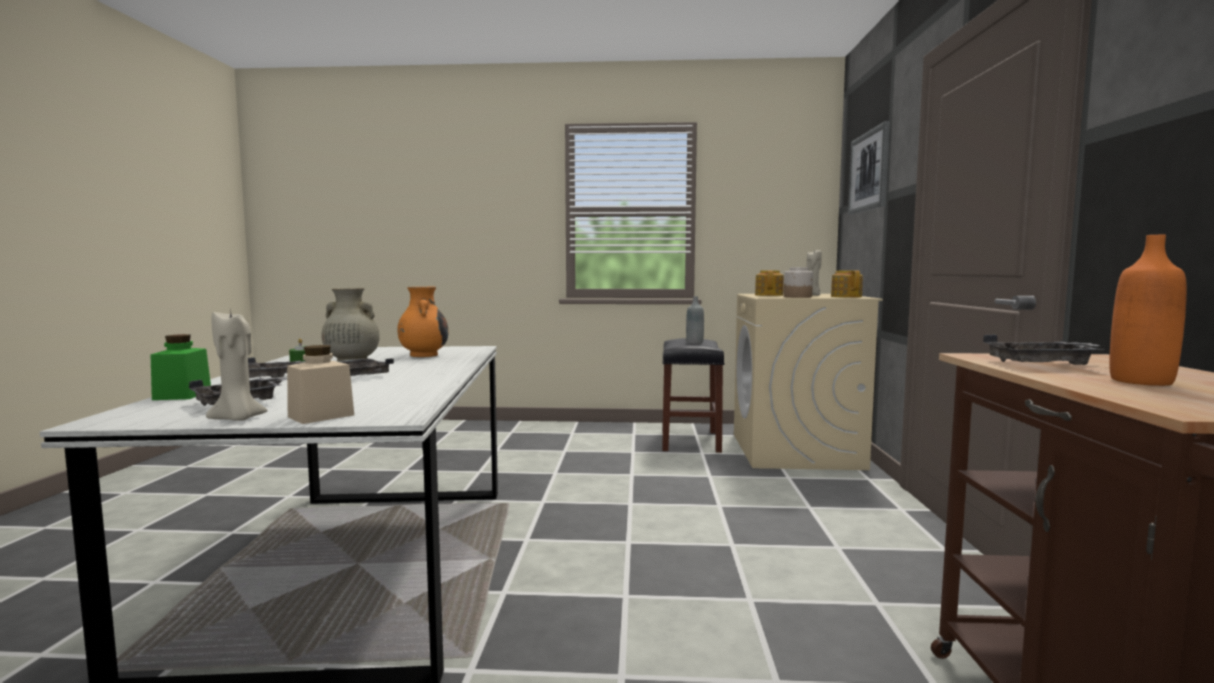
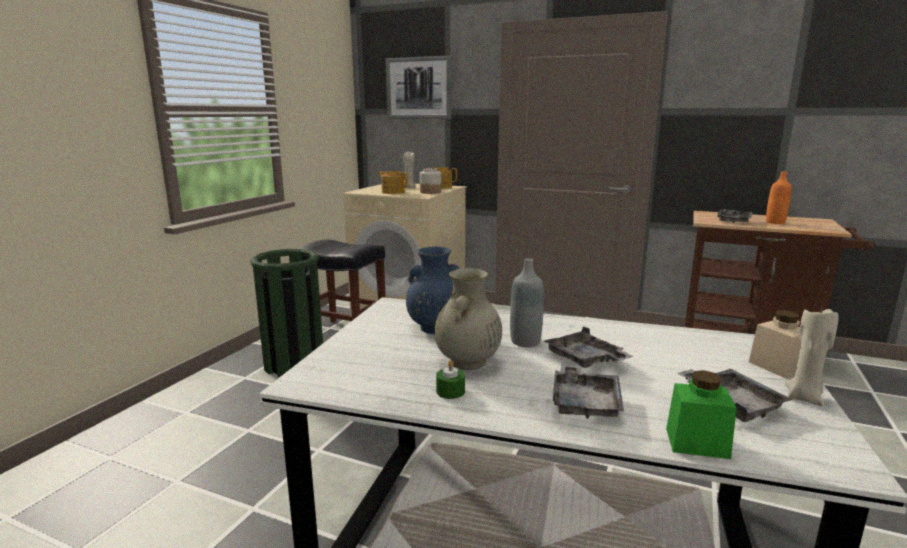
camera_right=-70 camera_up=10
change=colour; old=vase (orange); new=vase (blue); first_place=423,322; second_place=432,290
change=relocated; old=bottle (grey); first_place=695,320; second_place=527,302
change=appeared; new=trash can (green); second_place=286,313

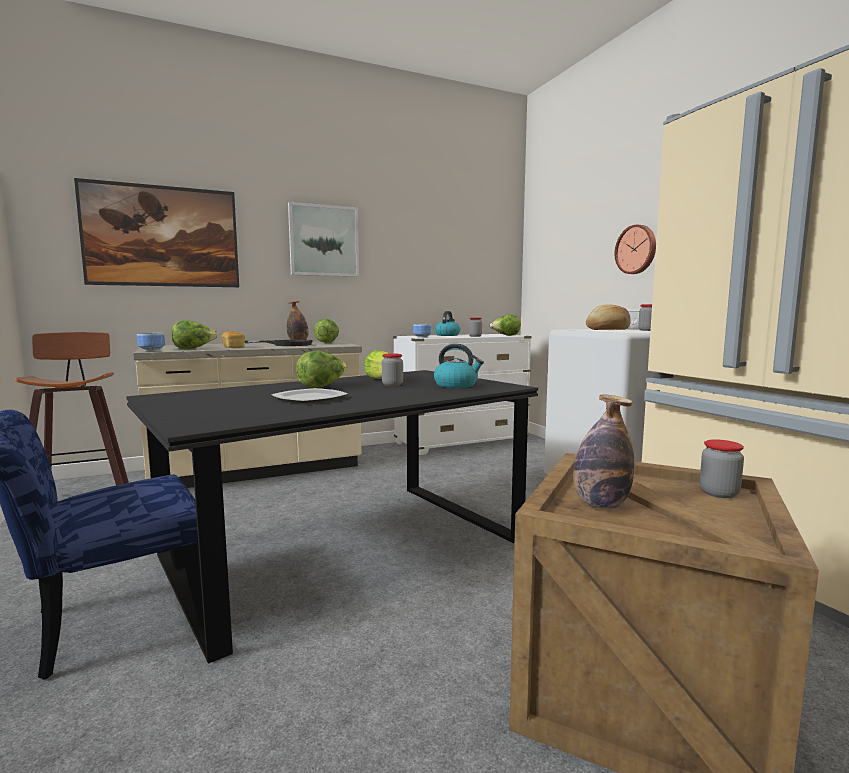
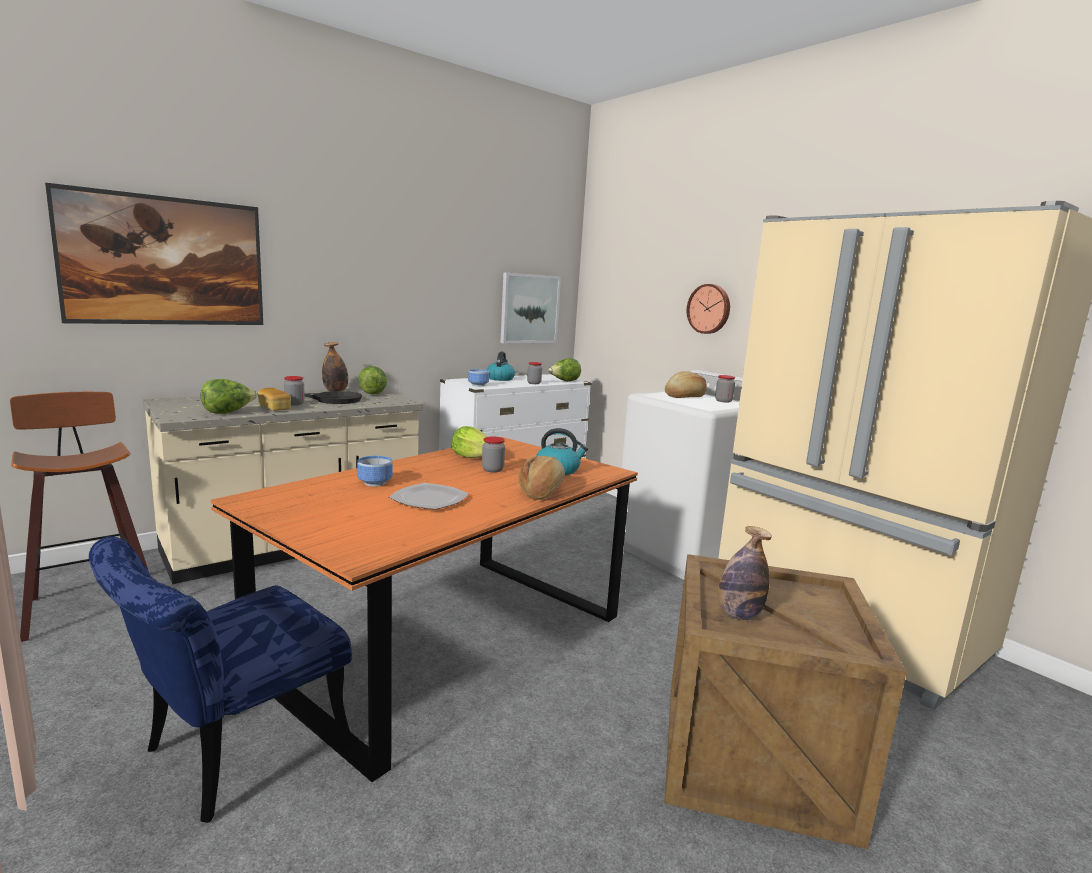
camera_right=-15 camera_up=5
change=colour; old=dining table (black); new=dining table (orange); first_place=332,517; second_place=424,609
change=relocated; old=bowl; first_place=151,342; second_place=375,471
change=relocated; old=picture; first_place=323,239; second_place=530,307
change=missing; old=lettuce; first_place=322,369
change=relocated; old=jar; first_place=722,468; second_place=294,390
change=appeared; new=bread; second_place=541,478

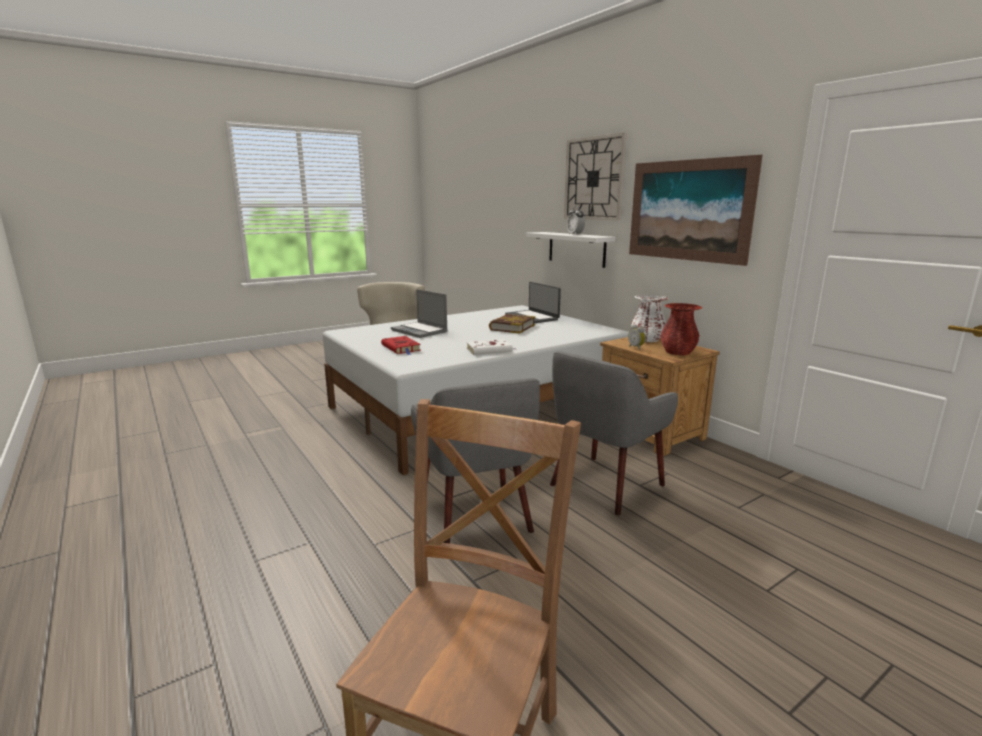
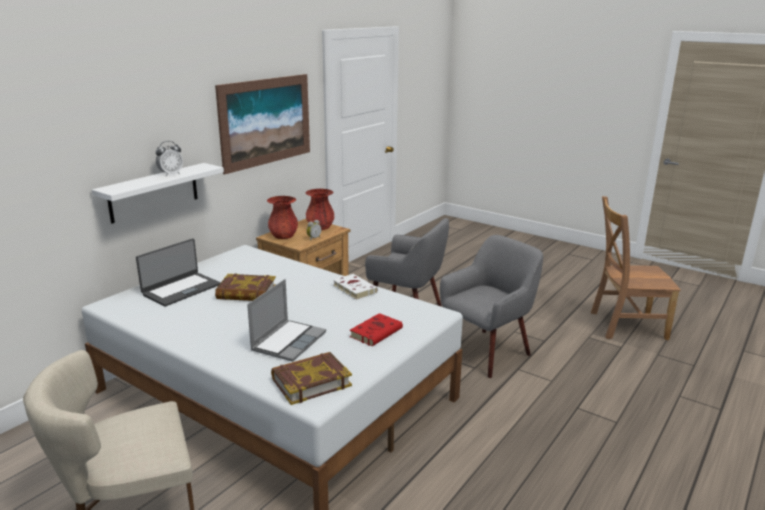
camera_right=-110 camera_up=5
change=missing; old=wall clock; first_place=595,176
change=colour; old=vase (white); new=vase (red); first_place=649,318; second_place=282,217
change=appeared; new=book; second_place=311,378

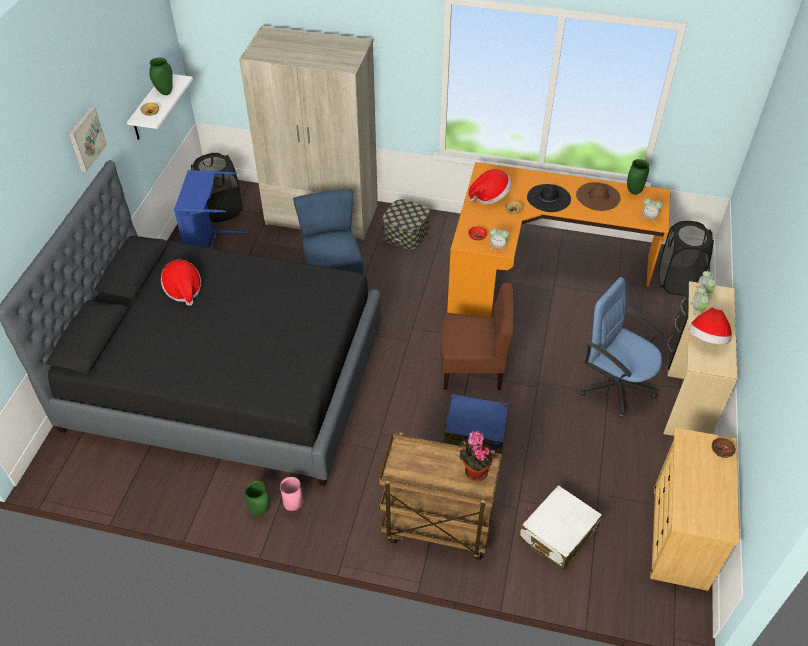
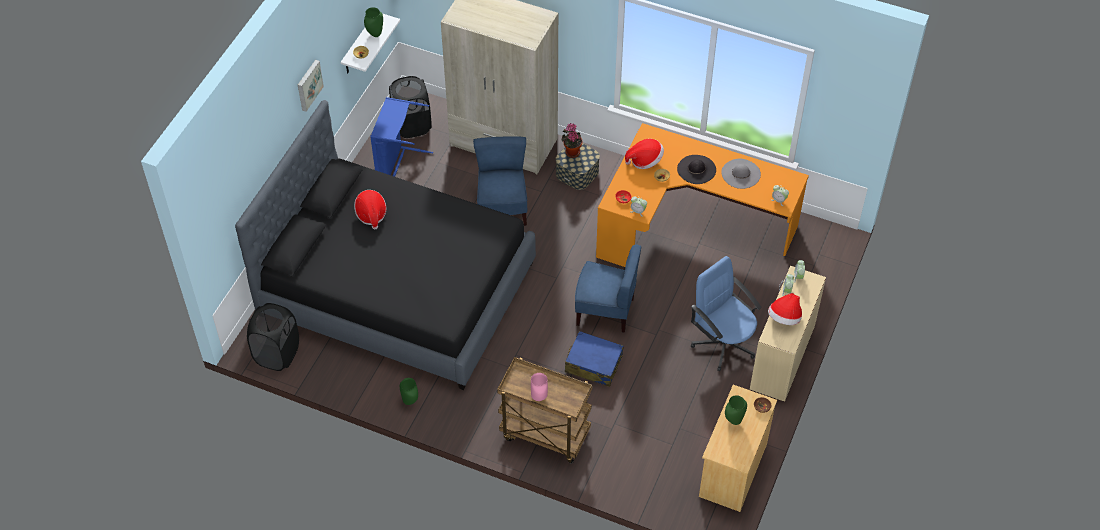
camera_right=10 camera_up=5
change=relocated; old=vase (pink); first_place=291,494; second_place=539,387
change=colour; old=chair (brown); new=chair (blue); first_place=478,335; second_place=608,288
change=relocated; old=potted plant; first_place=476,456; second_place=571,140
change=missing; old=suitcase (white); first_place=560,527
change=colour; old=hat (brown); new=hat (grey); first_place=598,196; second_place=741,174
change=relocated; old=vase (green); first_place=638,177; second_place=736,410
change=relocated; old=laundry basket (black); first_place=686,258; second_place=273,337

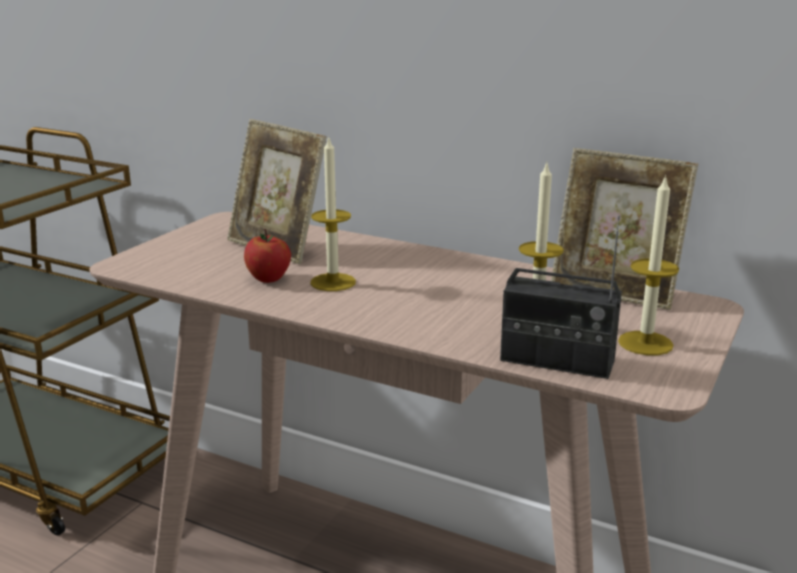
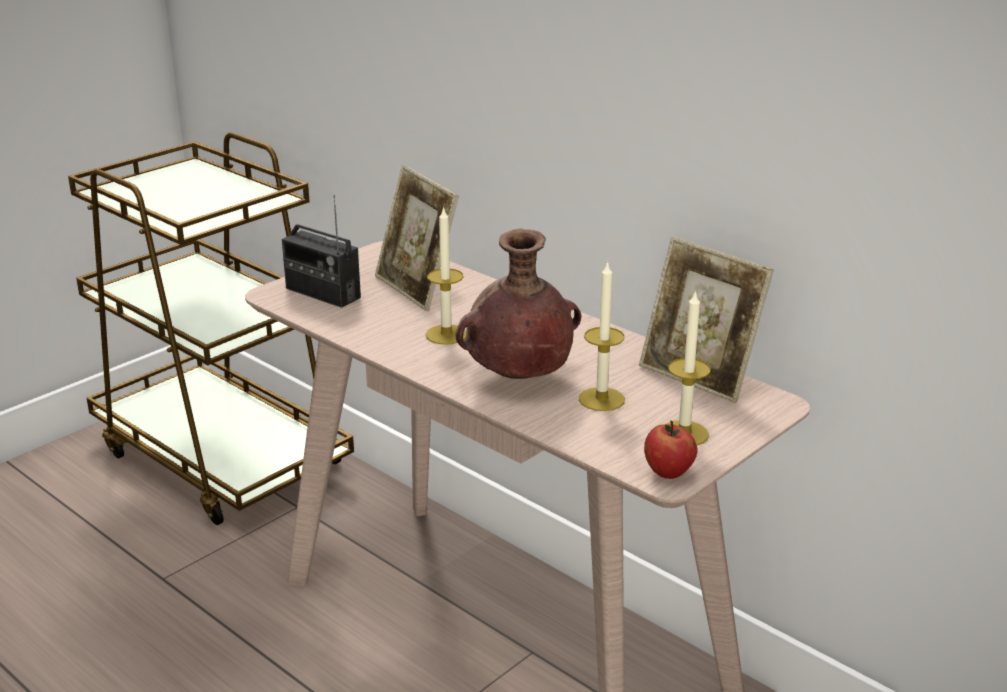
camera_right=15 camera_up=5
change=relocated; old=apple; first_place=267,256; second_place=671,449
change=relocated; old=radio; first_place=561,297; second_place=321,251
change=appeared; new=vase (brown); second_place=518,304

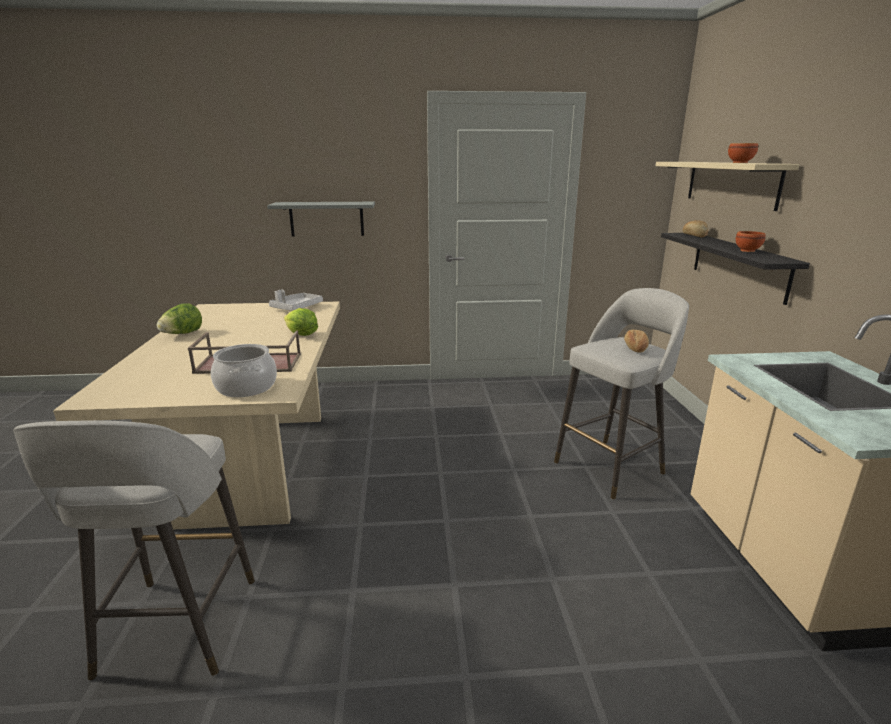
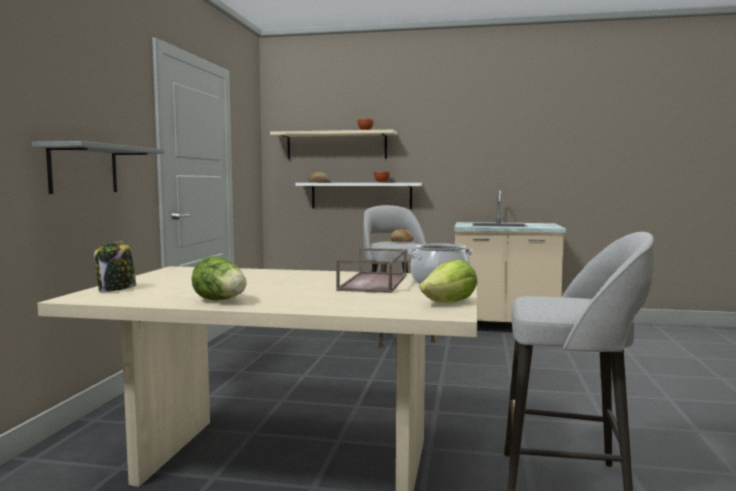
camera_right=-75 camera_up=-15
change=missing; old=tray (grey); first_place=296,300
change=relocated; old=lettuce; first_place=301,322; second_place=449,281
change=colour; old=shelf (black); new=shelf (white); first_place=735,269; second_place=358,196
change=appeared; new=jar; second_place=115,266

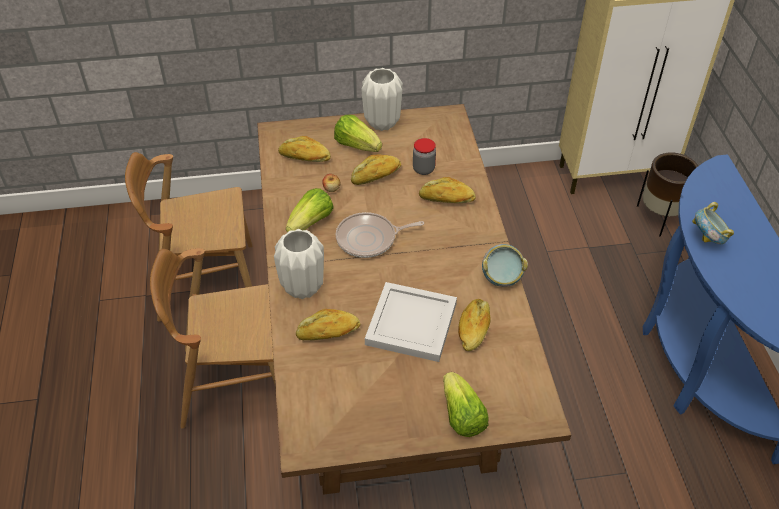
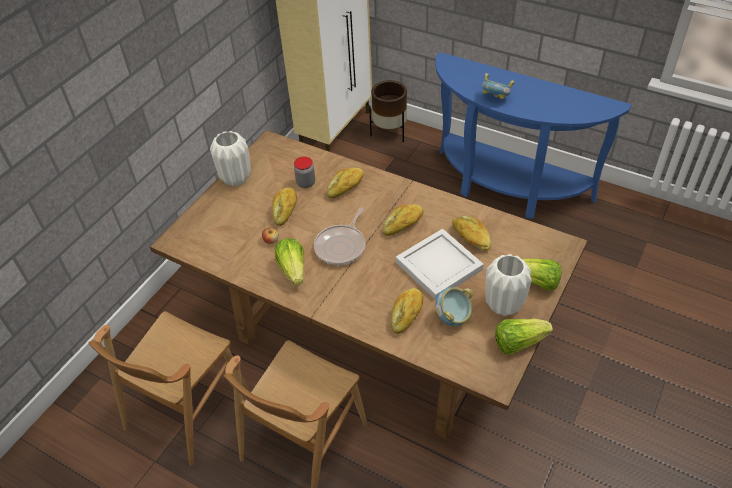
camera_right=-50 camera_up=0
change=relocated; old=vase (white); first_place=299,264; second_place=508,285
change=relocated; old=bread; first_place=304,149; second_place=403,220
change=relocated; old=lettuce; first_place=358,133; second_place=524,336
change=relocated; old=bowl; first_place=505,265; second_place=454,306

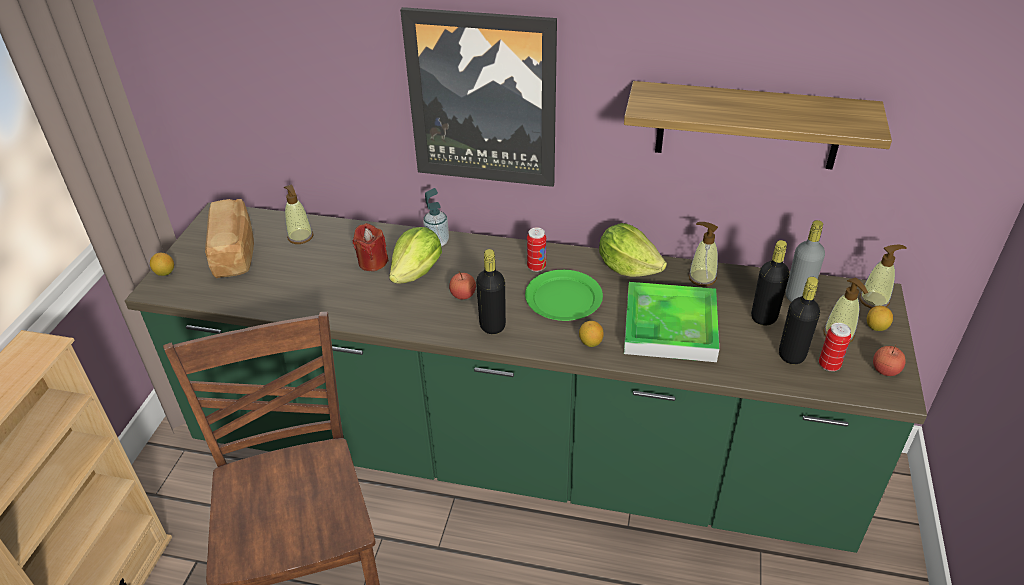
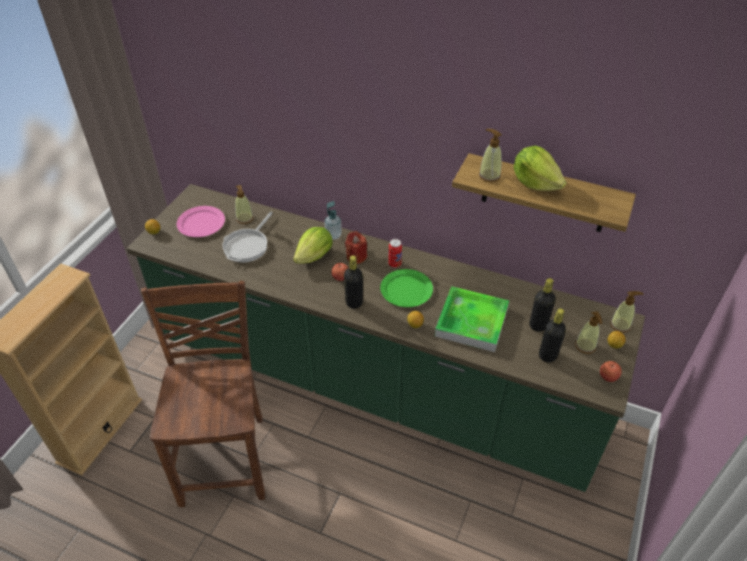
camera_right=10 camera_up=5
change=exchanged; old=bread; new=plate (pink); first_place=229,238; second_place=201,221
change=relocated; old=candle (red); first_place=371,247; second_place=356,247
change=missing; old=picture; first_place=478,97
change=relocated; old=lettuce; first_place=633,250; second_place=540,168
change=relocated; old=soap dispenser; first_place=703,254; second_place=490,155
change=missing; old=bottle (grey); first_place=805,261
change=missing; old=can; first_place=835,347
change=appeared; new=frying pan; second_place=247,237

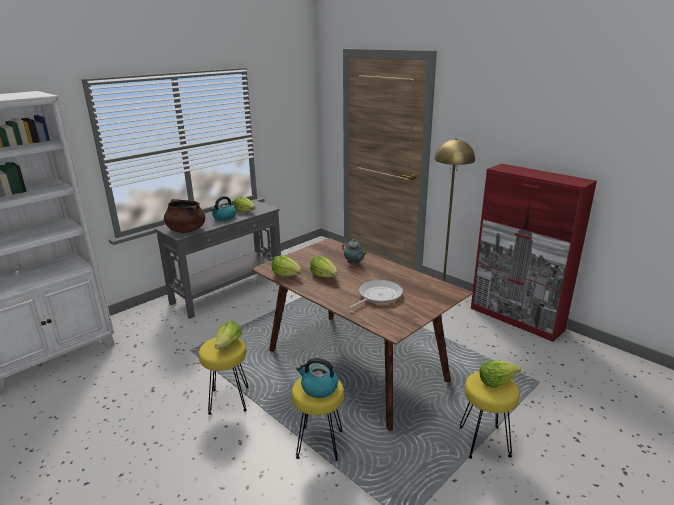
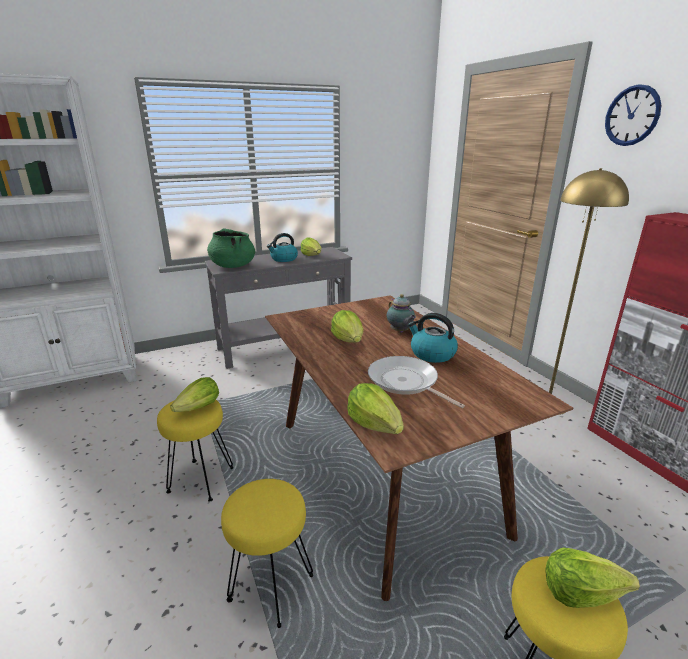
camera_right=20 camera_up=0
change=colour; old=cooking pot (brown); new=cooking pot (green); first_place=184,216; second_place=231,248
change=relocated; old=lettuce; first_place=287,265; second_place=375,408
change=relocated; old=kettle; first_place=317,378; second_place=433,338
change=spun; old=frying pan; first_place=375,295; second_place=416,382; degrees=-105
change=appeared; new=wall clock; second_place=633,115

